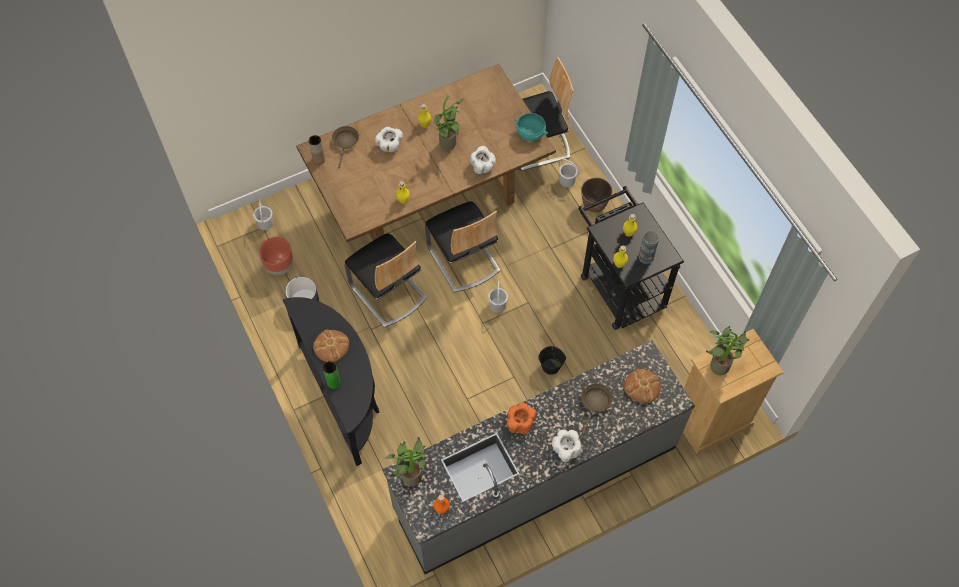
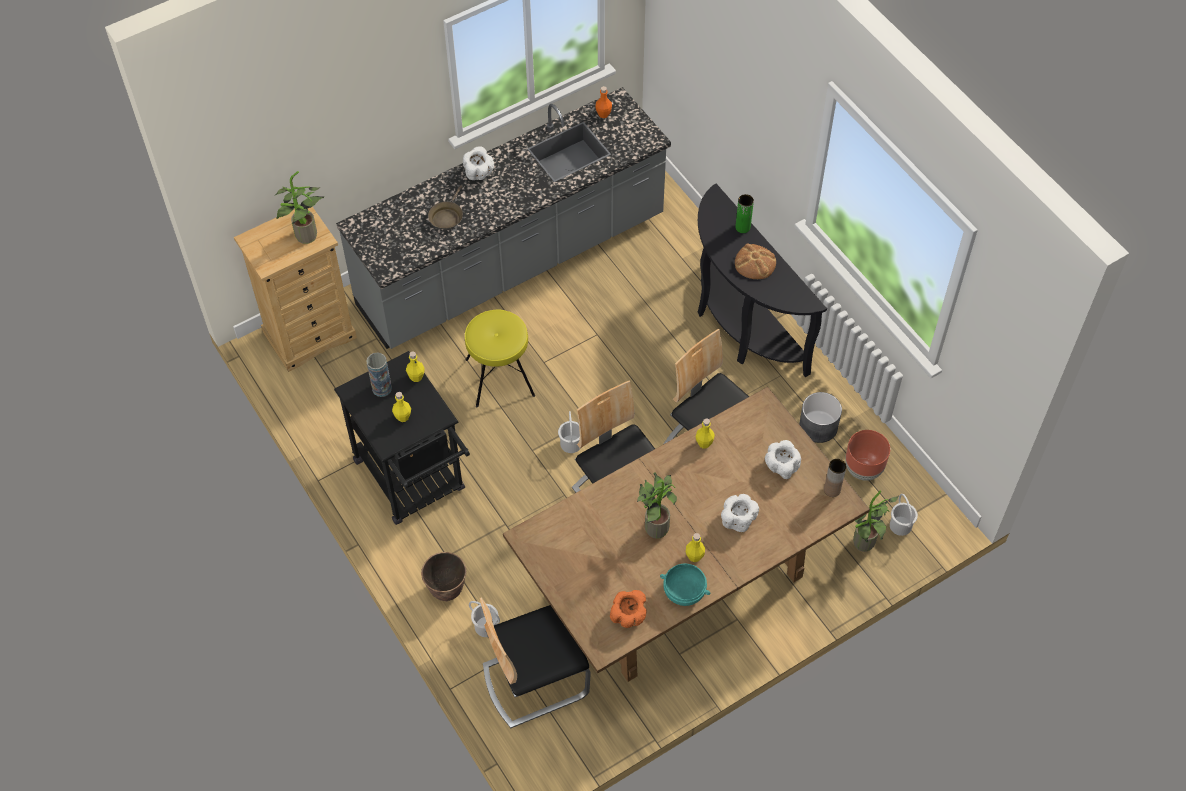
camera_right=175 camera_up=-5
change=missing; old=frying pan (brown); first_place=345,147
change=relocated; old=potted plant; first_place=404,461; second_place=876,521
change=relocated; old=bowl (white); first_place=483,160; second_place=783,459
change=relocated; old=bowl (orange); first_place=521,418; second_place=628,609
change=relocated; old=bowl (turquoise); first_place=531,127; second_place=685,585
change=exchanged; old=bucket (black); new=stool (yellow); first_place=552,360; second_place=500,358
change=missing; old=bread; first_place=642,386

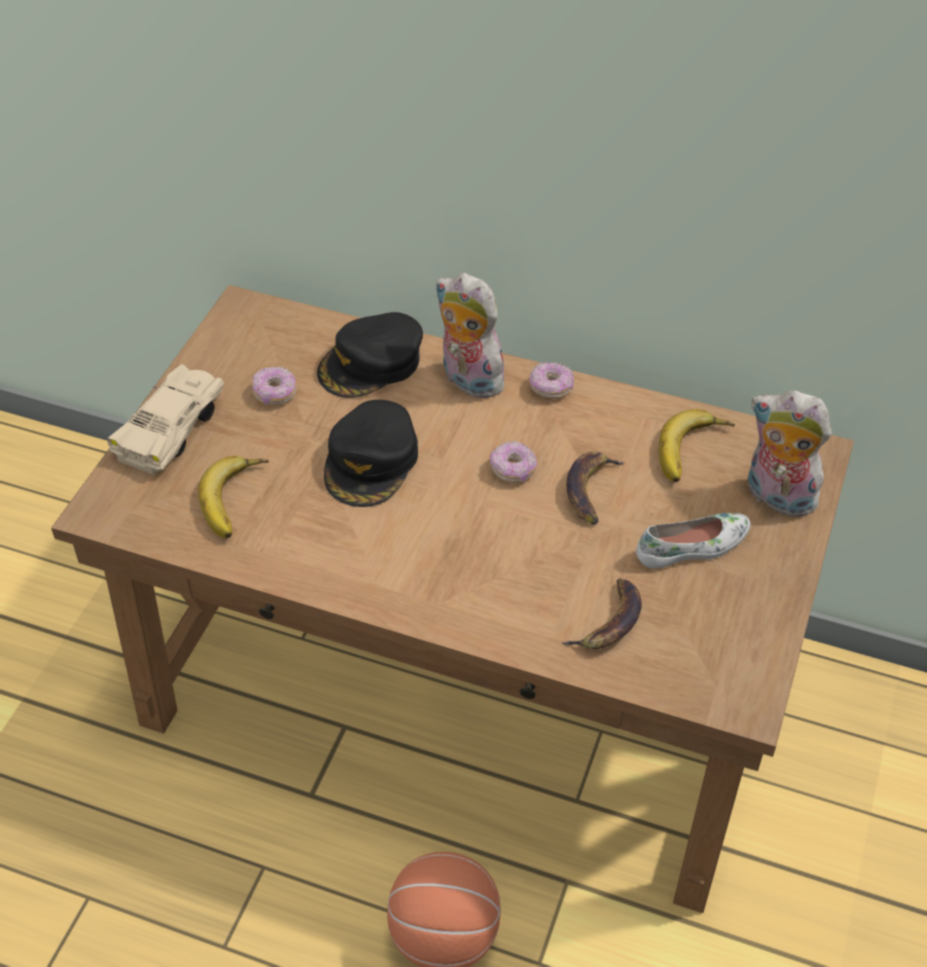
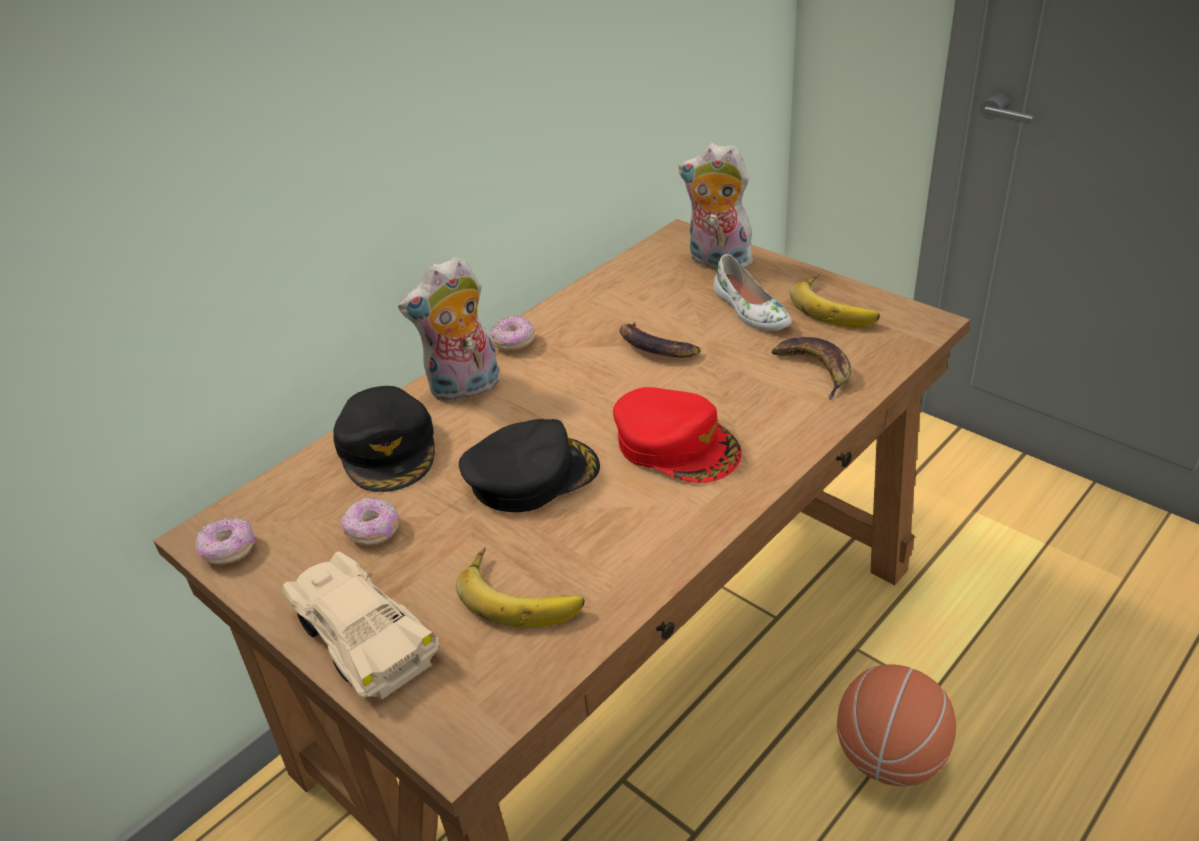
camera_right=-65 camera_up=-10
change=spun; old=cap (black); first_place=371,453; second_place=529,465; degrees=-60
change=relocated; old=donut; first_place=513,462; second_place=225,541
change=spun; old=shoe (white); first_place=693,541; second_place=753,292; degrees=150
change=relocated; old=banana; first_place=697,445; second_place=835,300
change=spun; old=plush toy; first_place=790,453; second_place=717,206; degrees=60
change=appeared; new=cap (red); second_place=677,435

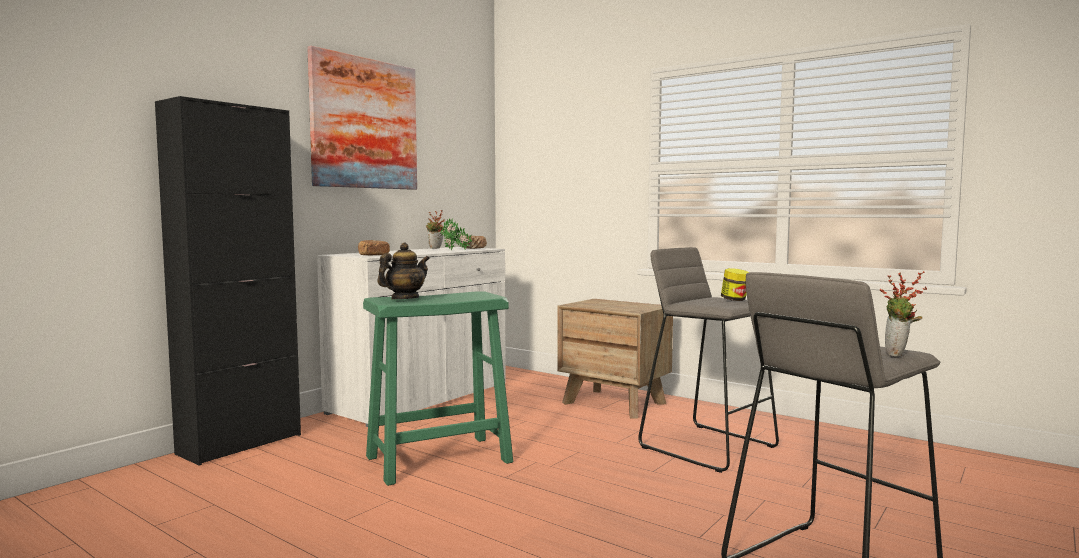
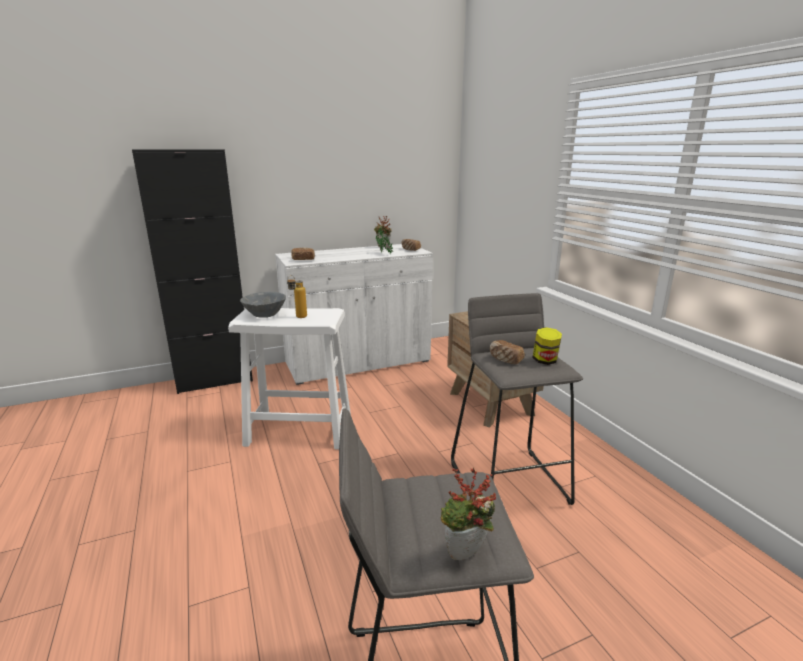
camera_right=30 camera_up=15
change=missing; old=picture; first_place=362,118
change=colour; old=stool (green); new=stool (white); first_place=438,388; second_place=289,379
change=exchanged; old=teapot; new=bowl (grey); first_place=403,271; second_place=263,305
change=appeared; new=bottle; second_place=297,296
change=appeared; new=bread; second_place=507,352

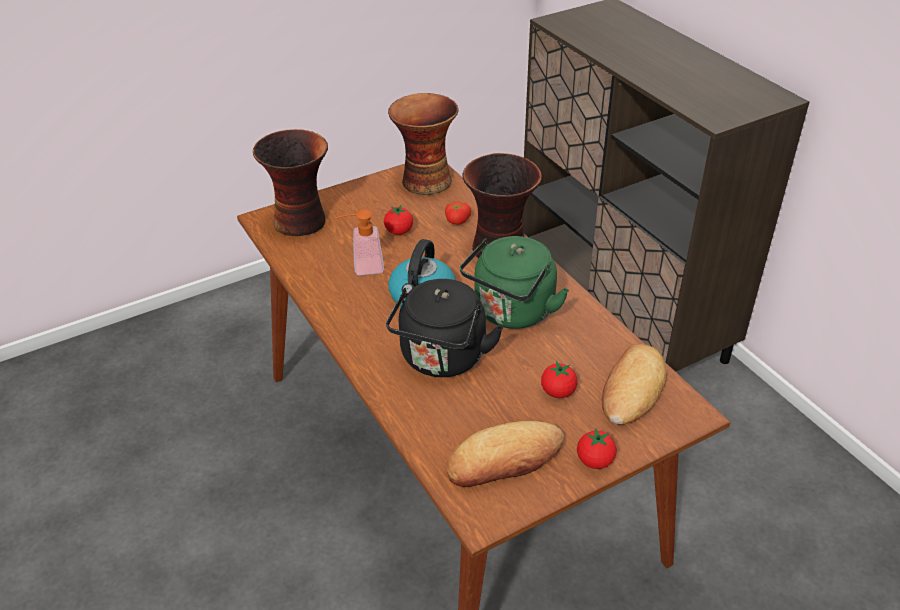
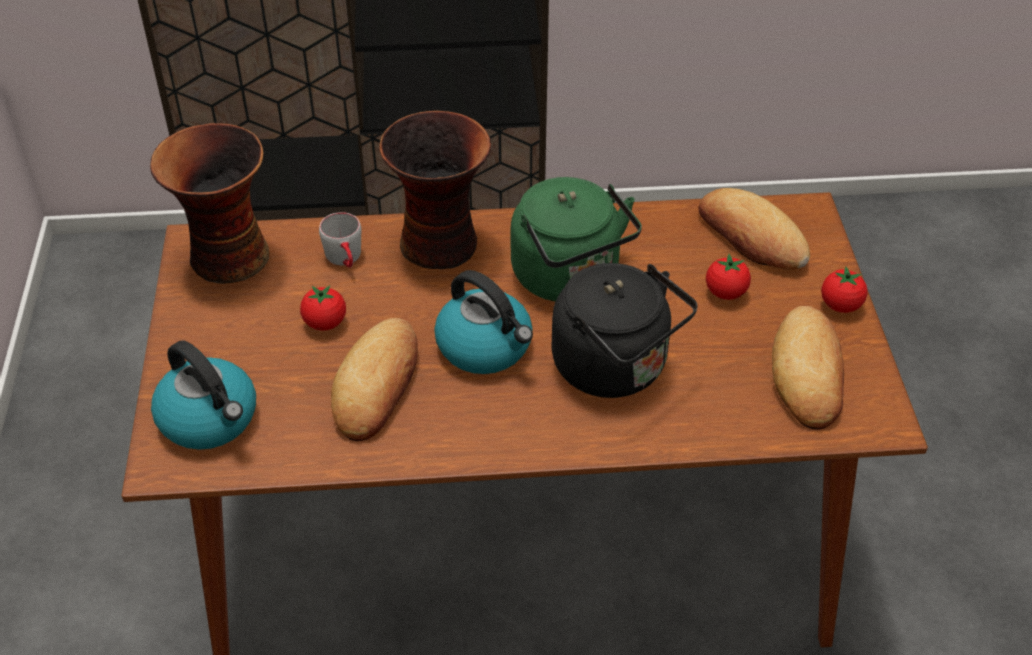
camera_right=-65 camera_up=5
change=exchanged; old=vase; new=kettle; first_place=290,182; second_place=203,395
change=exchanged; old=soap dispenser; new=bread; first_place=359,242; second_place=374,379
change=exchanged; old=tomato; new=mug (grey); first_place=458,213; second_place=340,240

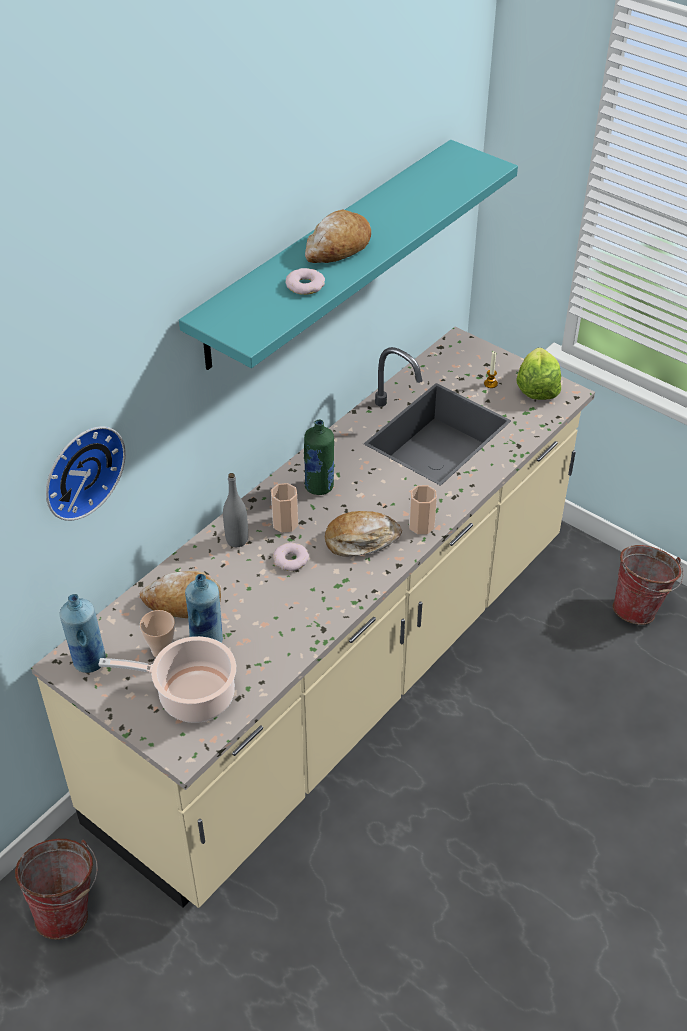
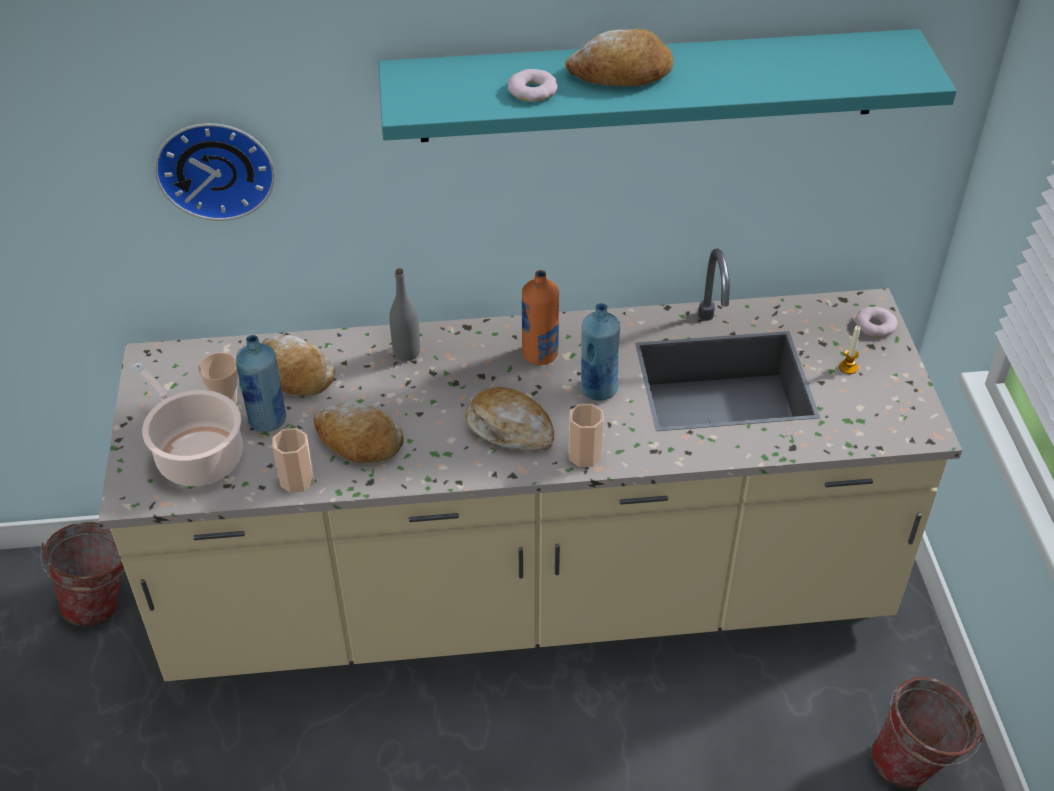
camera_right=45 camera_up=0
change=relocated; old=bottle (blue); first_place=83,633; second_place=600,352
change=relocated; old=cup; first_place=284,508; second_place=293,460
change=relocated; old=donut; first_place=291,557; second_place=876,322
change=colour; old=bottle (green); new=bottle (orange); first_place=319,457; second_place=540,317
change=missing; old=lettuce; first_place=539,374
change=appeared; new=bread; second_place=359,432

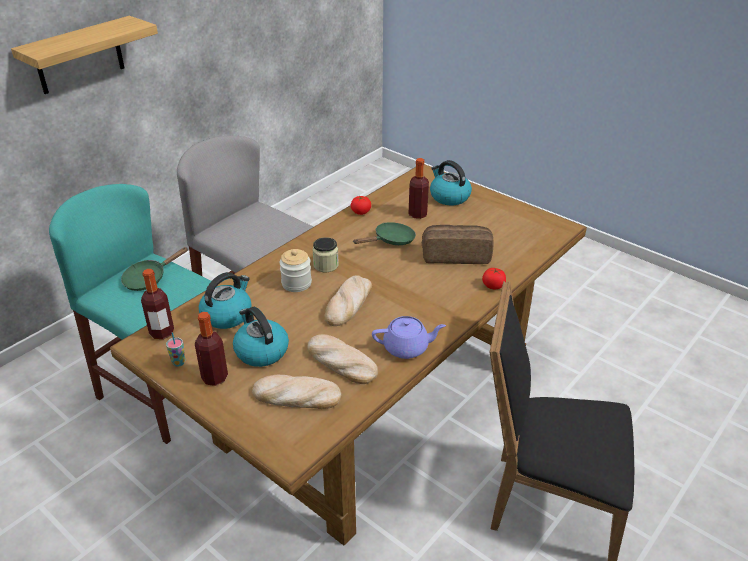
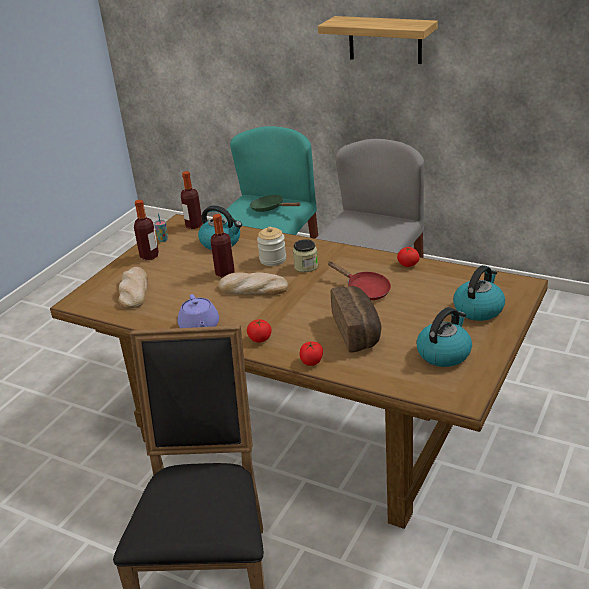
camera_right=80 camera_up=-5
change=relocated; old=kettle; first_place=261,337; second_place=444,337
change=missing; old=bread; first_place=342,359
change=colour; old=frying pan (green); new=frying pan (red); first_place=384,233; second_place=359,280
change=relocated; old=bottle; first_place=419,188; second_place=223,245
change=appeared; new=tomato; second_place=259,331

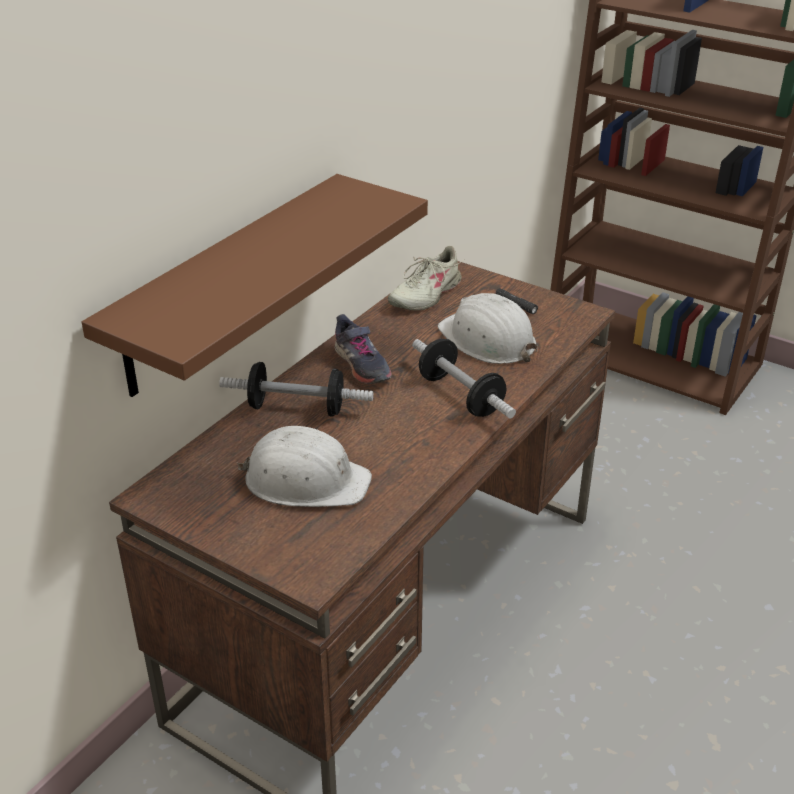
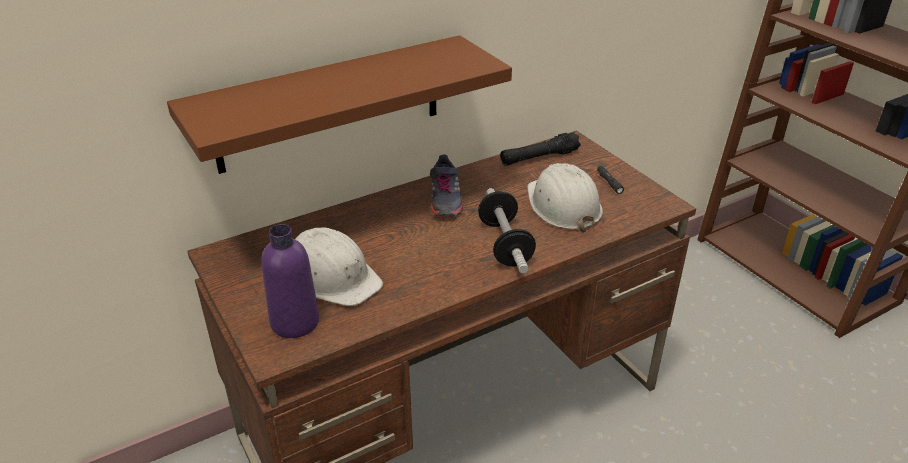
camera_right=25 camera_up=0
change=missing; old=dumbbell; first_place=296,389
change=exchanged; old=shoe (beige); new=flashlight (black); first_place=426,278; second_place=540,149
change=appeared; new=bottle (purple); second_place=290,281

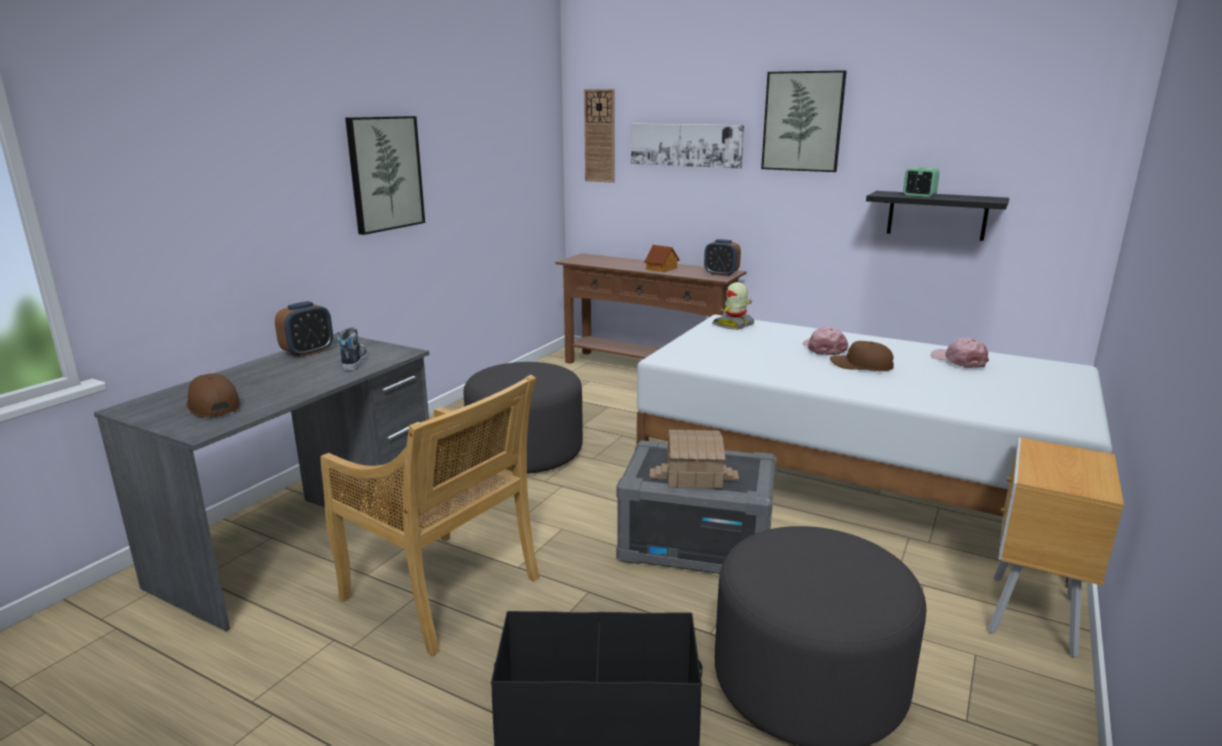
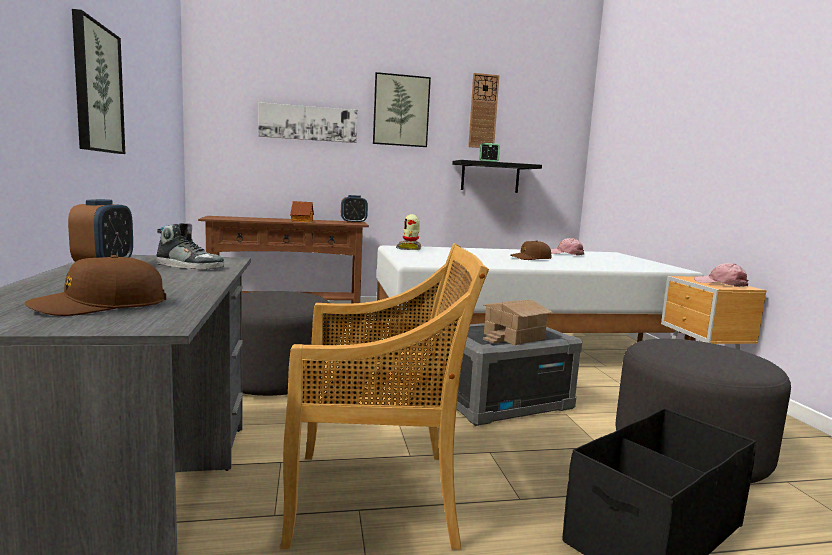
camera_right=-40 camera_up=-10
change=spun; old=cap (brown); first_place=213,395; second_place=95,285; degrees=-45
change=spun; old=shoe; first_place=352,349; second_place=190,246; degrees=150
change=relocated; old=wall clock; first_place=599,136; second_place=484,110
change=relocated; old=cap (pink); first_place=825,341; second_place=721,275

